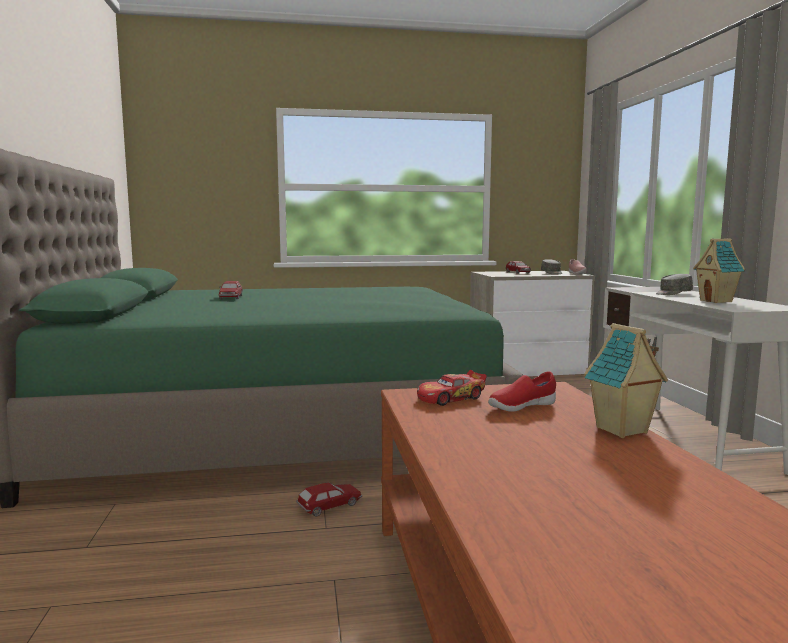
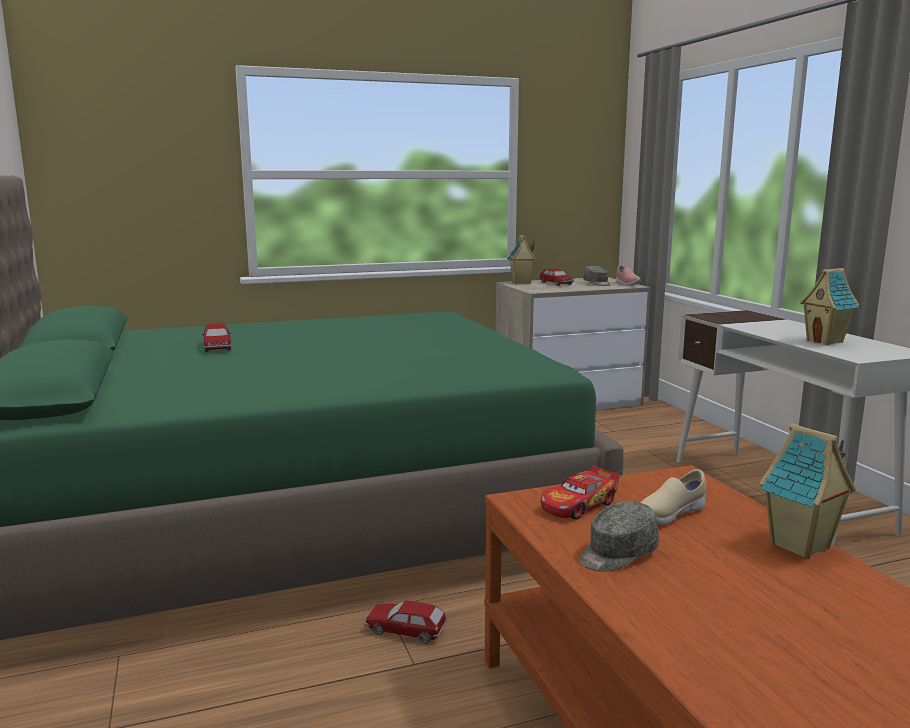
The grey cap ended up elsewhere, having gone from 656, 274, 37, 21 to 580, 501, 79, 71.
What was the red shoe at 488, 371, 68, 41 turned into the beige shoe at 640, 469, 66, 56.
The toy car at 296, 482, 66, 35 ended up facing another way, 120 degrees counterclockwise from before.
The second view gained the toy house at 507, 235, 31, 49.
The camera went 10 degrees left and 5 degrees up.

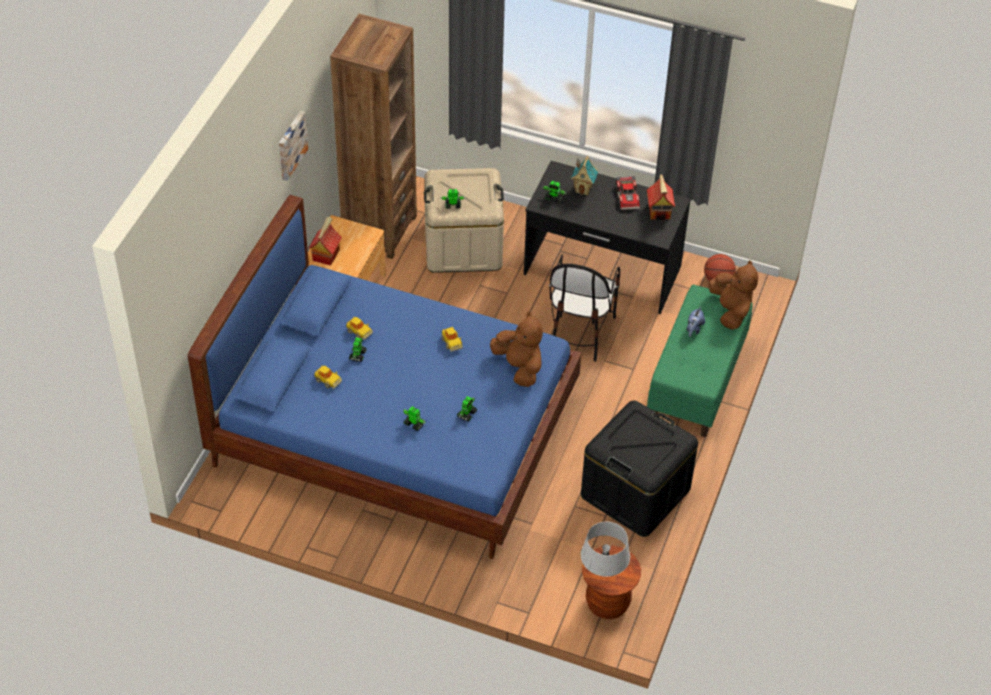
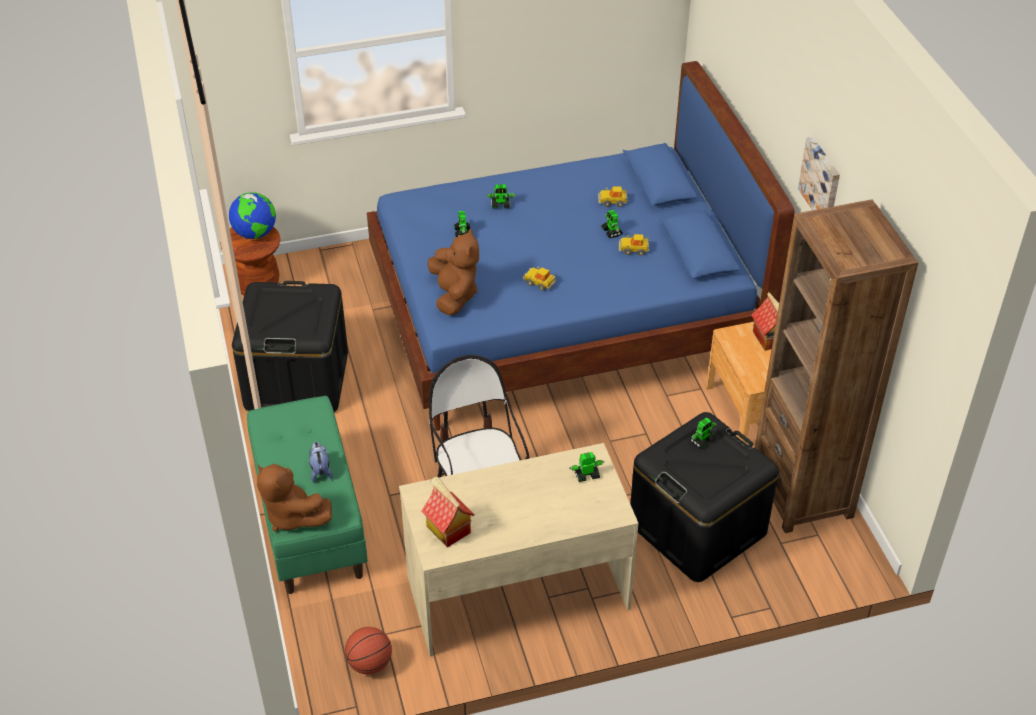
The second view lost the toy house at 571, 156, 27, 40.
What was the black desk at 524, 161, 167, 153 turned into the beige desk at 399, 443, 239, 213.
What was the beige storage box at 424, 168, 80, 105 turned into the black storage box at 630, 412, 149, 170.
The second view lost the toy car at 616, 176, 24, 34.
The brown plush toy at 490, 312, 53, 75 ended up facing another way, 120 degrees counterclockwise from before.
Where the grey table lamp stood at 581, 522, 49, 55, the globe came to stand at 229, 192, 47, 47.
The camera went 145 degrees right and 5 degrees down.

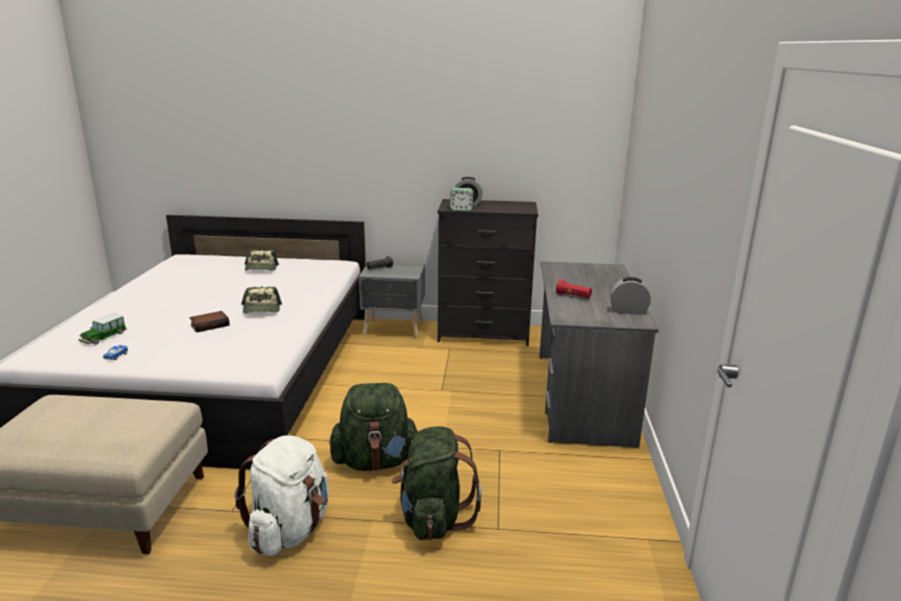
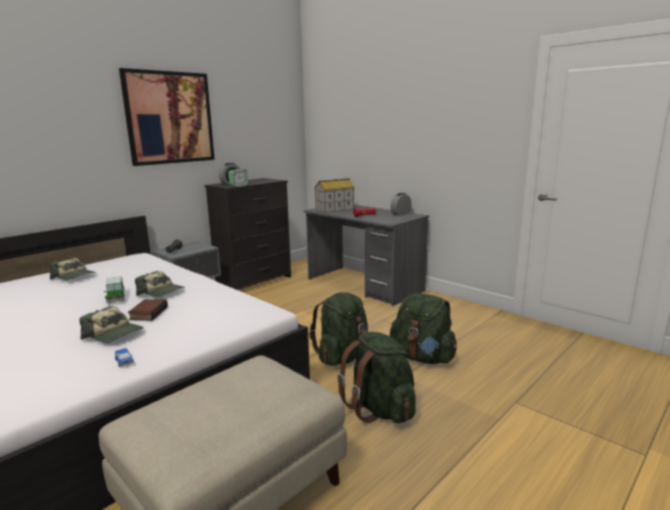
The toy car ended up elsewhere, having gone from 78, 313, 49, 32 to 104, 276, 21, 27.
What was the white backpack at 235, 435, 94, 121 turned into the green backpack at 337, 332, 79, 91.
The second view gained the picture at 119, 68, 96, 98.
The second view gained the toy house at 314, 178, 41, 35.
The second view gained the cap at 80, 306, 64, 37.
The camera went 50 degrees left and 5 degrees down.

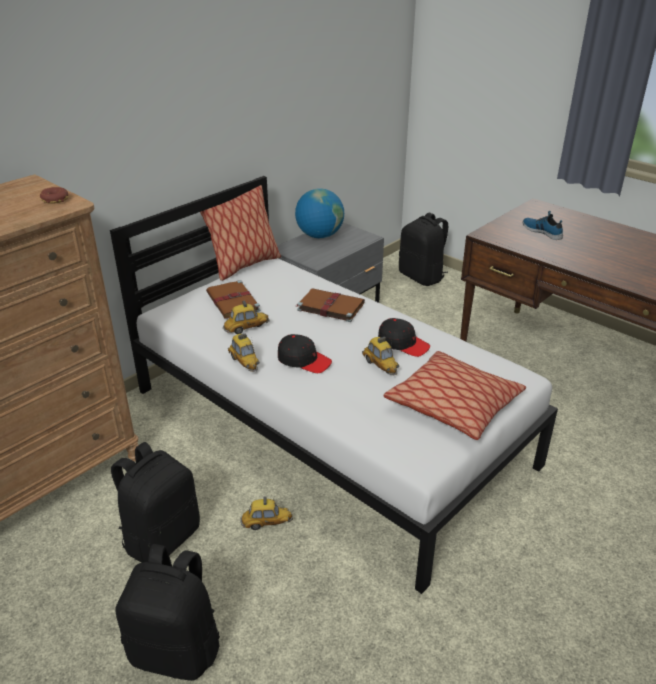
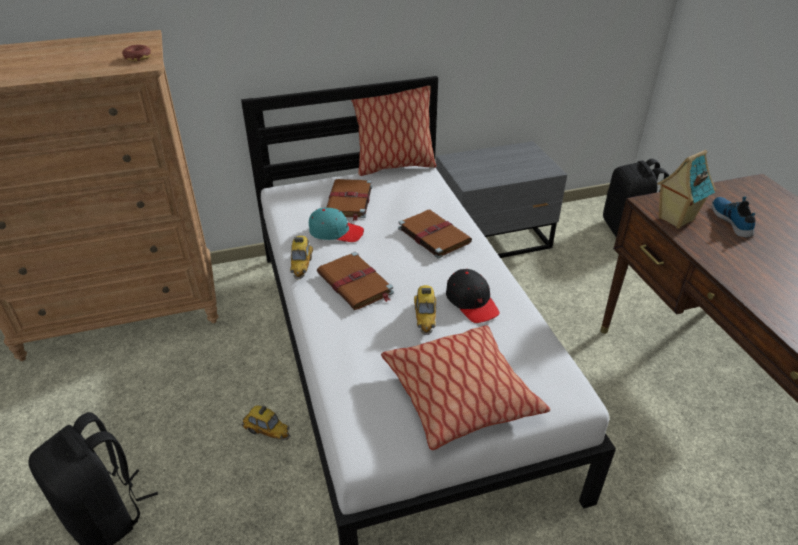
The second view lost the globe at 295, 188, 49, 50.
Where the toy car stood at 223, 301, 47, 33, the turquoise cap came to stand at 309, 208, 55, 34.
Where the black cap stood at 278, 334, 54, 39, the brown book came to stand at 317, 252, 77, 58.
The second view lost the black backpack at 111, 442, 89, 121.
The second view gained the toy house at 657, 150, 59, 79.
The camera went 30 degrees right and 5 degrees up.

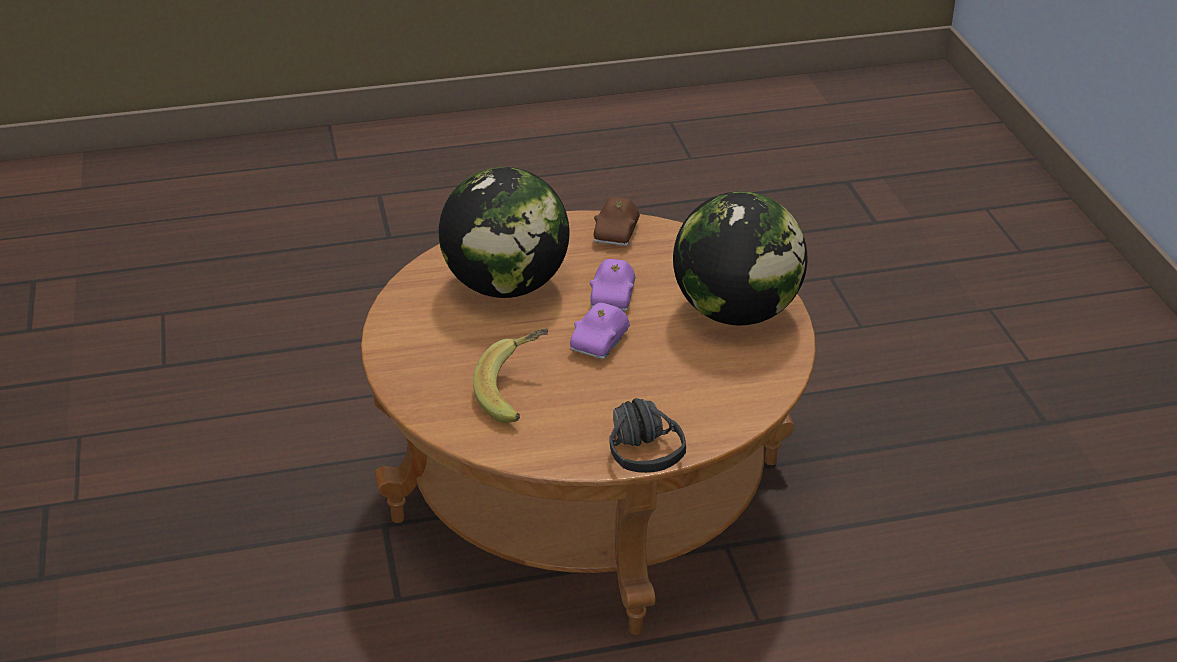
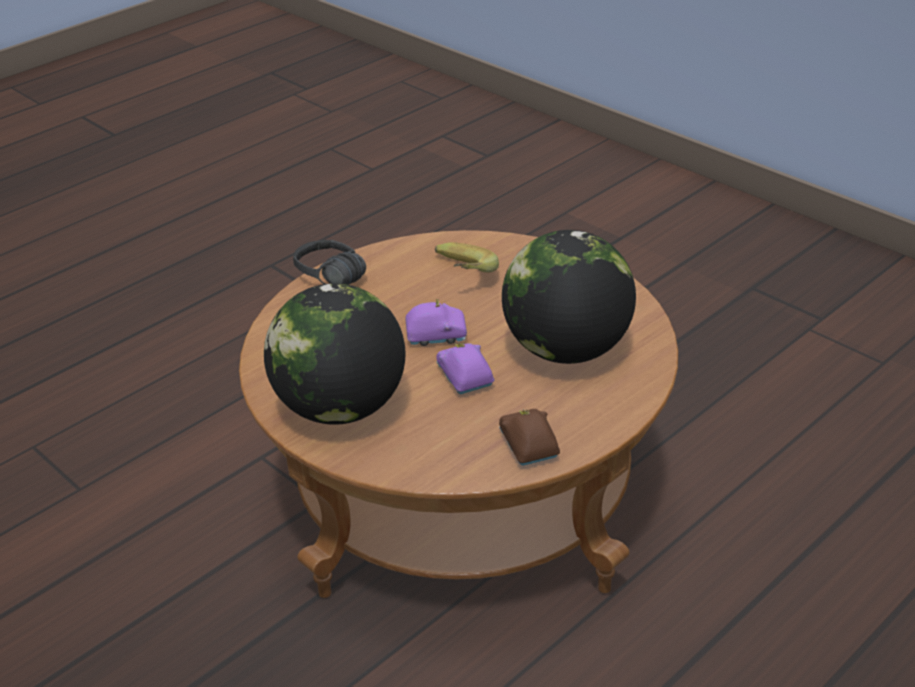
The purple toy car at 570, 303, 60, 57 ended up facing another way, 90 degrees clockwise from before.
The camera went 150 degrees right and 0 degrees up.

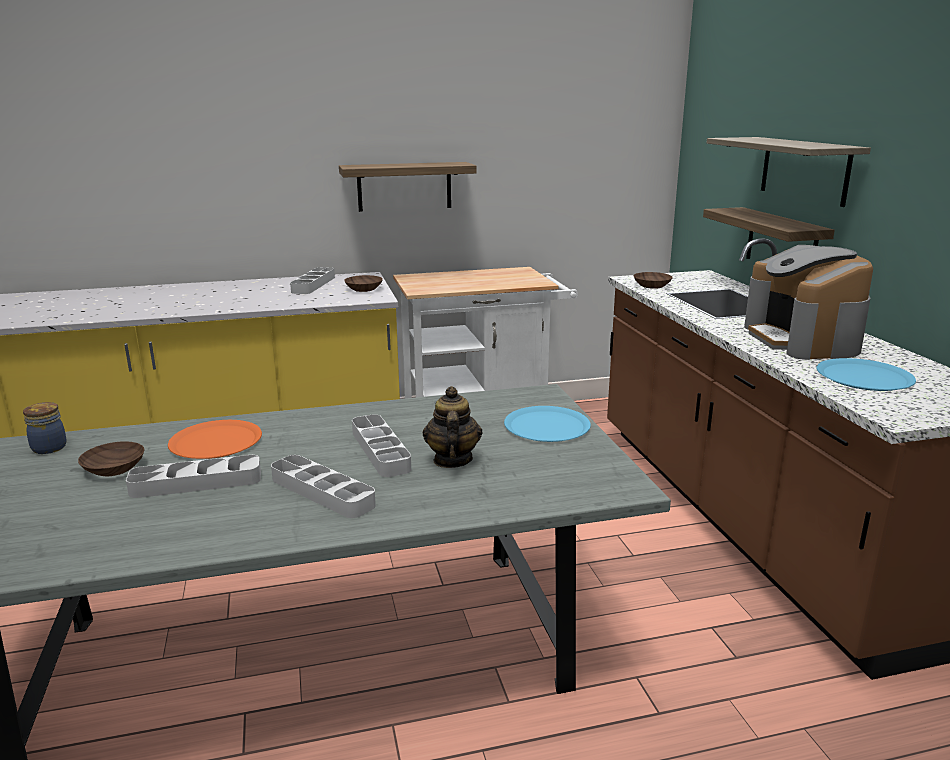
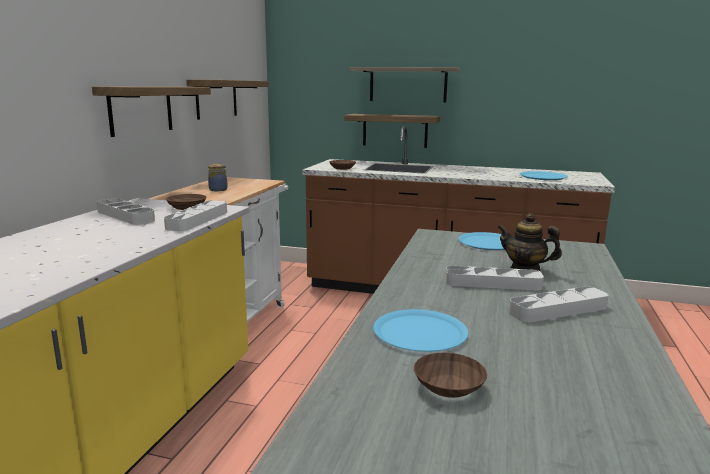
The second view lost the coffee machine at 744, 245, 129, 115.
The jar ended up elsewhere, having gone from 23, 402, 43, 52 to 208, 164, 20, 27.
What was the orange plate at 168, 420, 94, 39 turned into the blue plate at 373, 309, 95, 43.
The grey tray ended up elsewhere, having gone from 126, 455, 135, 43 to 164, 200, 63, 31.
The second view gained the shelf at 186, 80, 83, 40.
The camera went 60 degrees left and 5 degrees down.

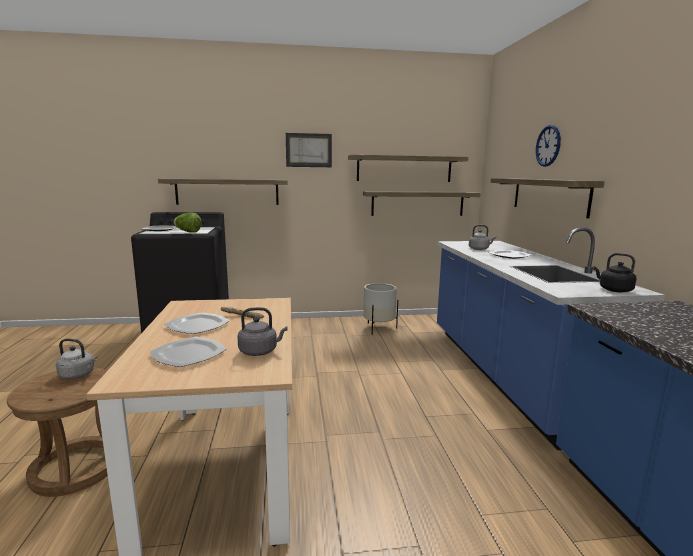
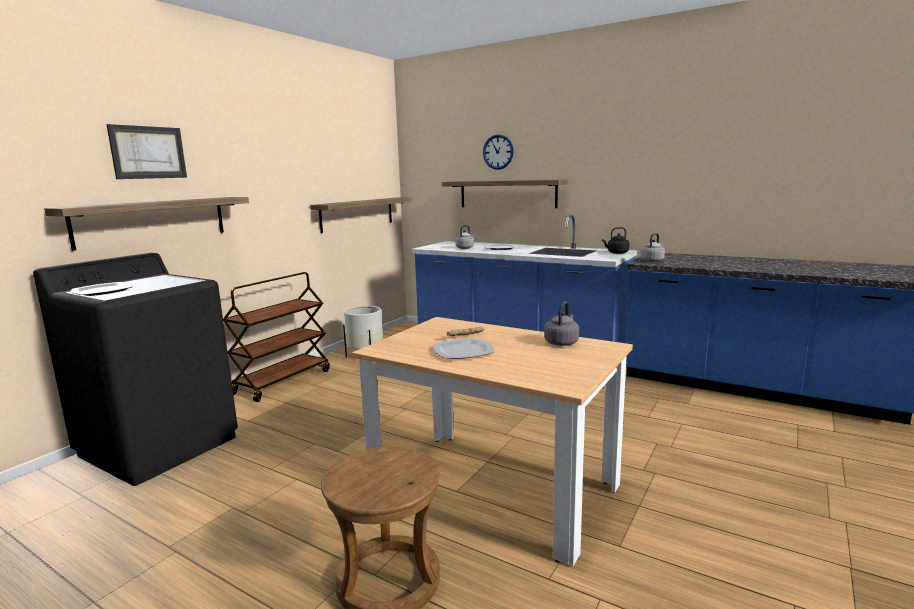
The picture ended up elsewhere, having gone from 286, 133, 46, 34 to 106, 124, 81, 55.
The second view lost the shelf at 348, 155, 120, 27.
The second view lost the lettuce at 173, 213, 29, 19.
The second view lost the plate at 150, 337, 77, 30.
The grey kettle ended up elsewhere, having gone from 56, 339, 41, 40 to 641, 233, 24, 29.
The second view gained the brown cart at 223, 272, 107, 130.
The camera went 50 degrees left and 0 degrees up.

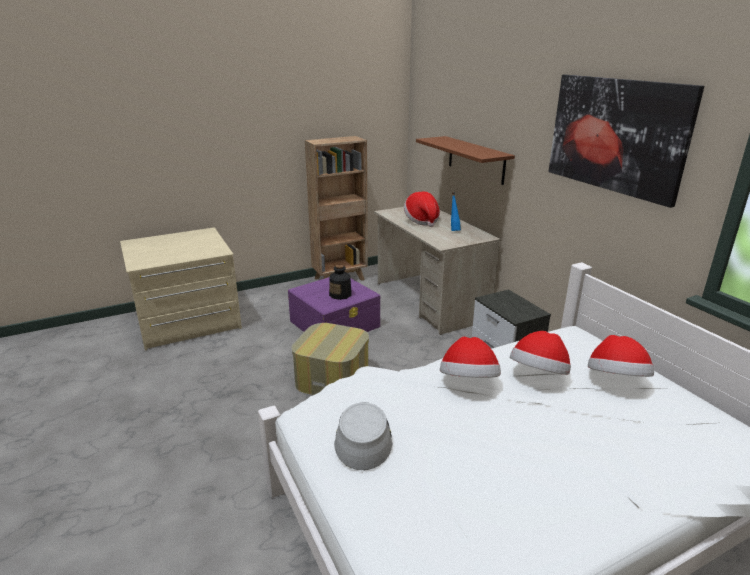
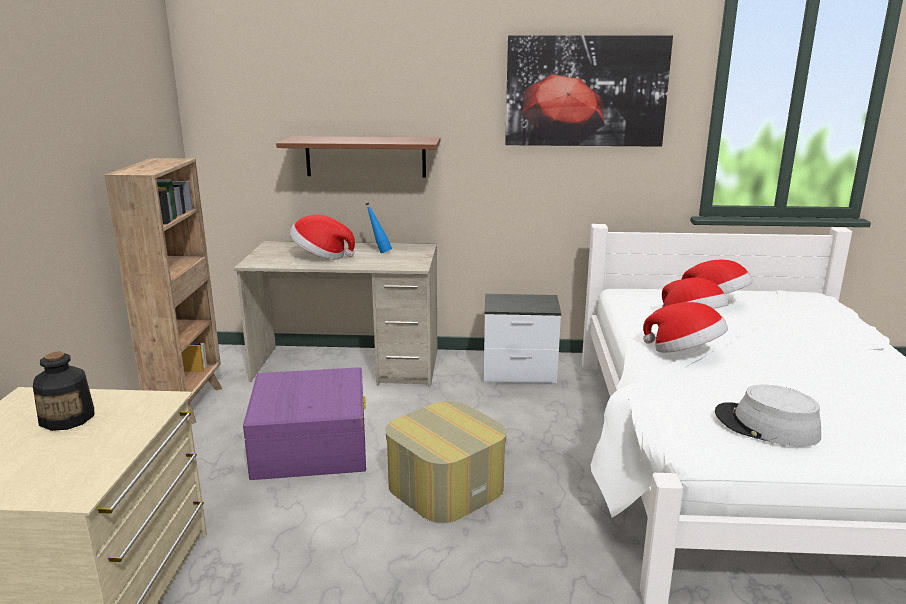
The bottle ended up elsewhere, having gone from 329, 265, 23, 35 to 33, 352, 61, 79.
The camera went 60 degrees left and 5 degrees down.

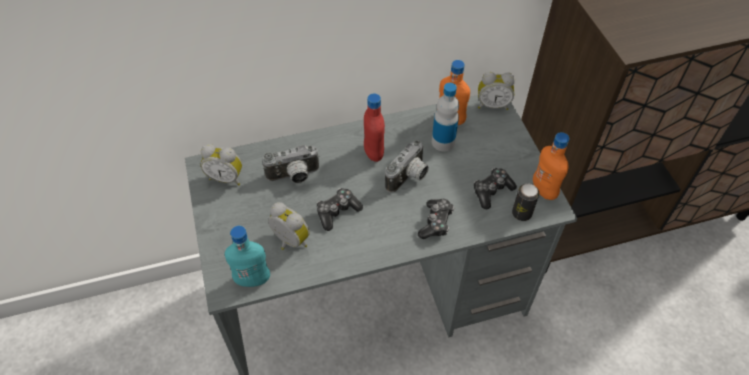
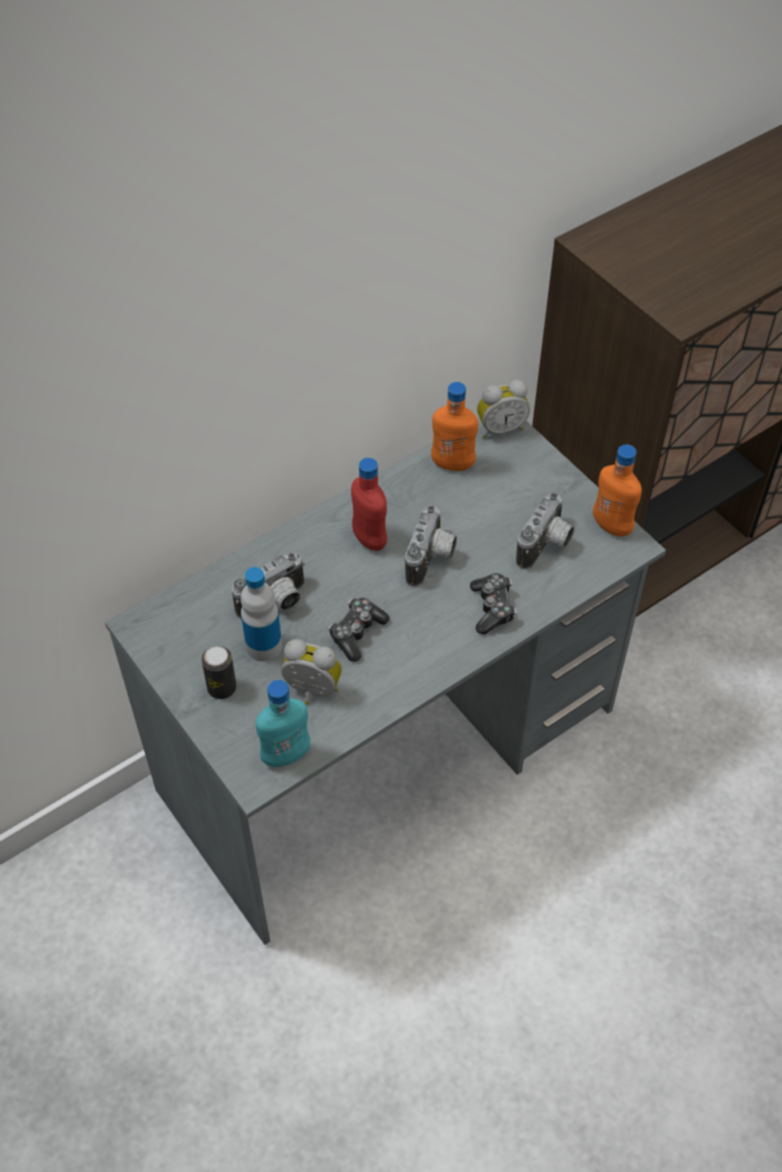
The bottle ended up elsewhere, having gone from 432, 83, 27, 68 to 241, 567, 41, 95.
The second view lost the alarm clock at 200, 144, 42, 42.
Where the game controller stood at 474, 168, 43, 41, the photo camera came to stand at 516, 493, 58, 76.
The can ended up elsewhere, having gone from 512, 184, 27, 37 to 201, 646, 36, 53.
The camera went 20 degrees left and 0 degrees up.

